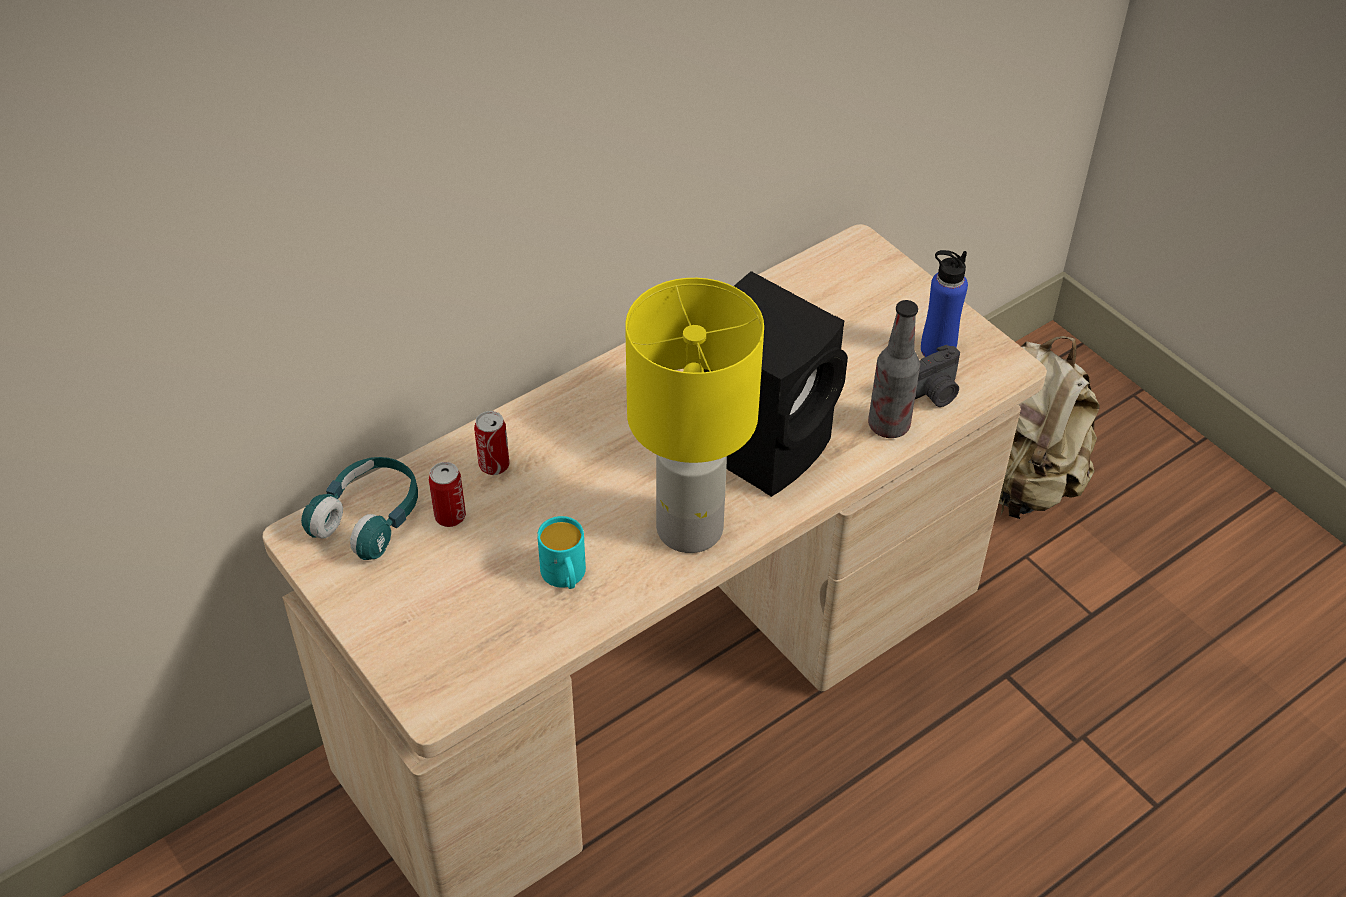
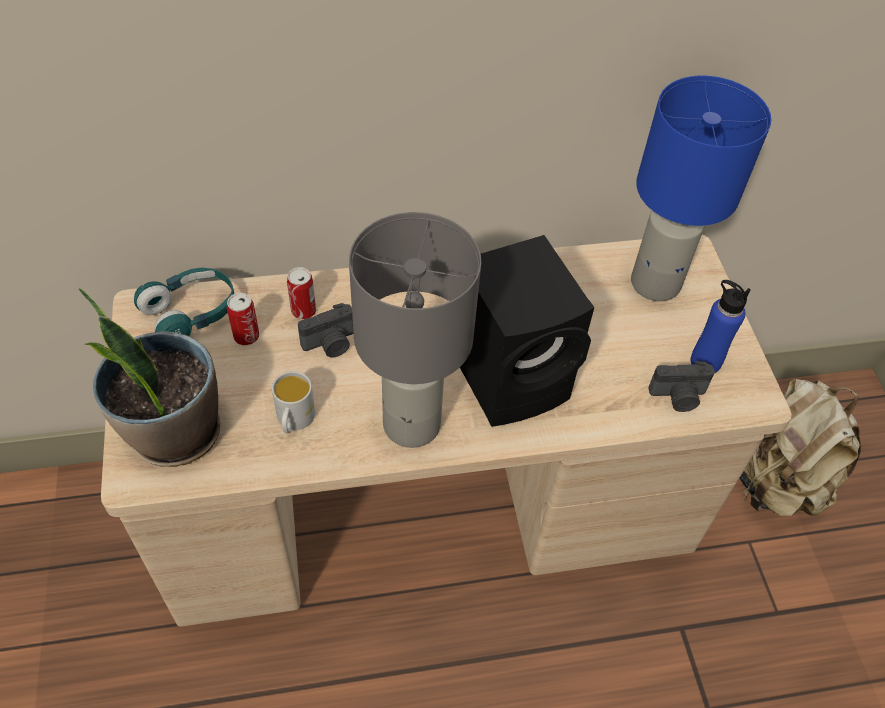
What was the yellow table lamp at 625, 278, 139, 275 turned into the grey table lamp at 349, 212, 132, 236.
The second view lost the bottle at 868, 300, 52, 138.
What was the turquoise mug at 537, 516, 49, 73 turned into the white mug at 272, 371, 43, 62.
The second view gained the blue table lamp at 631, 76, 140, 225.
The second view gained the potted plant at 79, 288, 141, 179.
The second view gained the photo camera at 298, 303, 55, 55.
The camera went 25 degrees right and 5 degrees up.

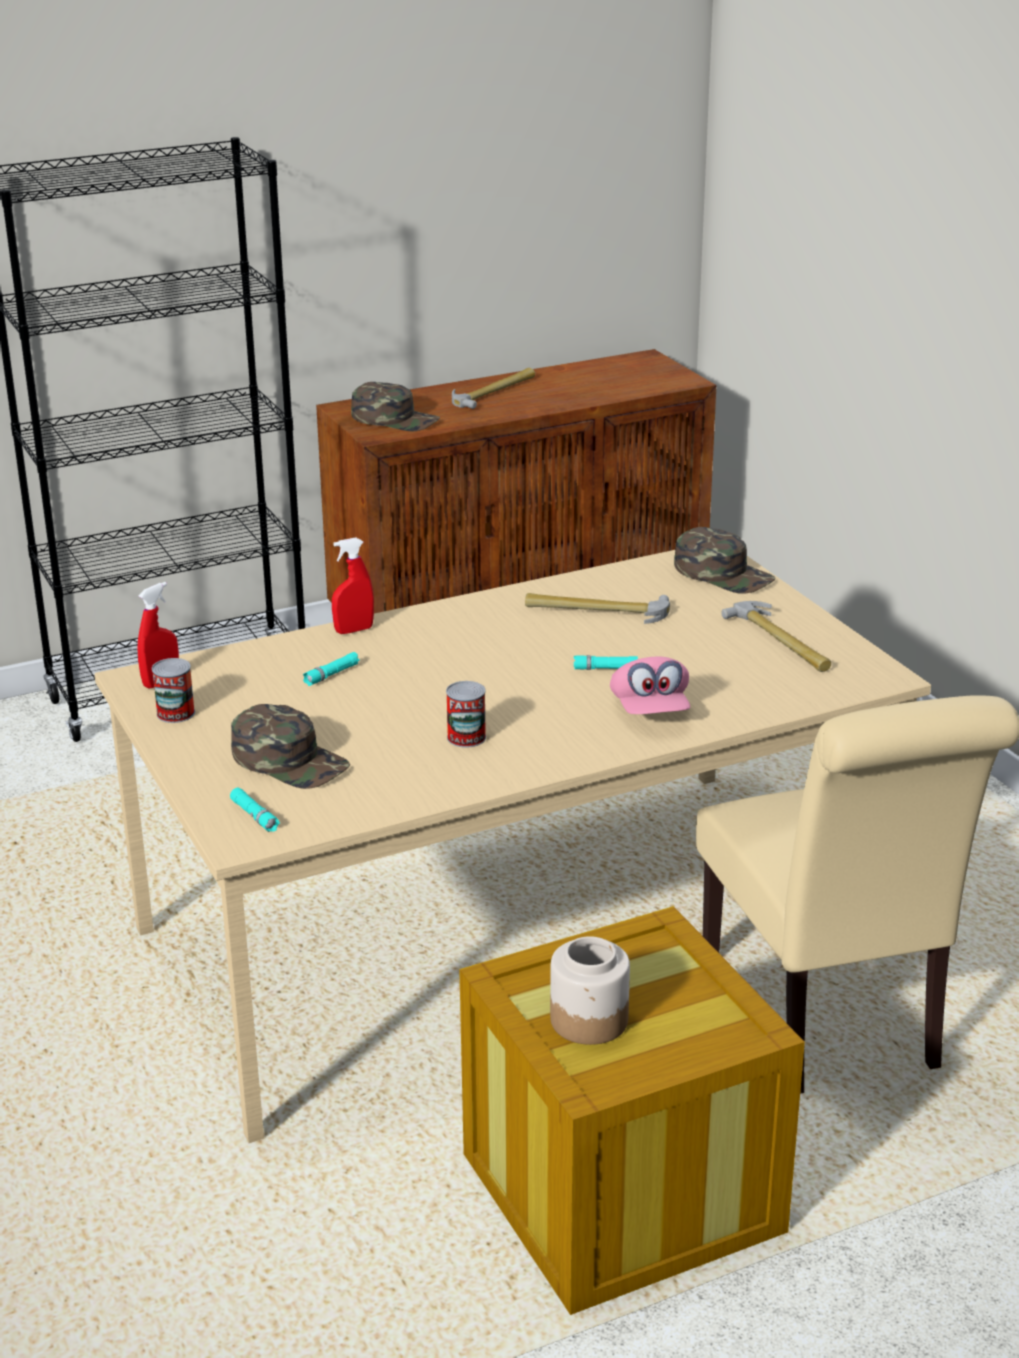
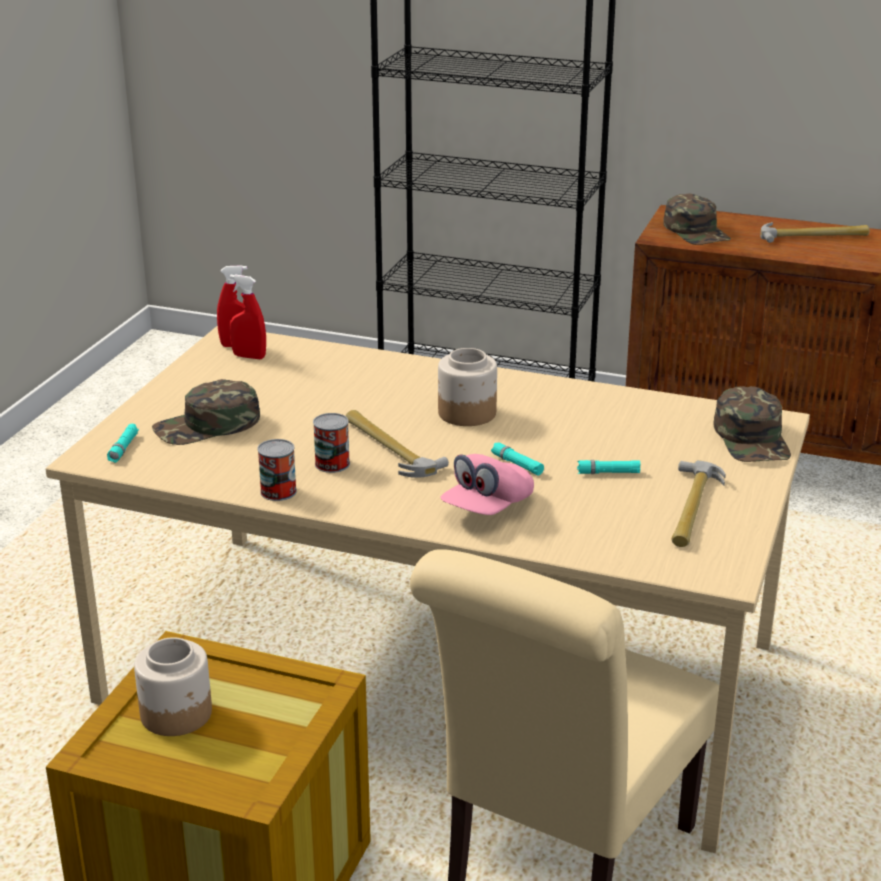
The red spray bottle ended up elsewhere, having gone from 332, 538, 42, 96 to 229, 274, 37, 85.
The hammer ended up elsewhere, having gone from 525, 593, 145, 31 to 346, 410, 103, 68.
The turquoise flashlight ended up elsewhere, having gone from 303, 652, 57, 34 to 577, 460, 64, 14.
The can ended up elsewhere, having gone from 152, 658, 43, 65 to 257, 439, 40, 62.
The green cap at 231, 704, 119, 85 ended up facing another way, 75 degrees clockwise from before.
The second view gained the jar at 438, 348, 59, 78.
The camera went 45 degrees right and 0 degrees up.

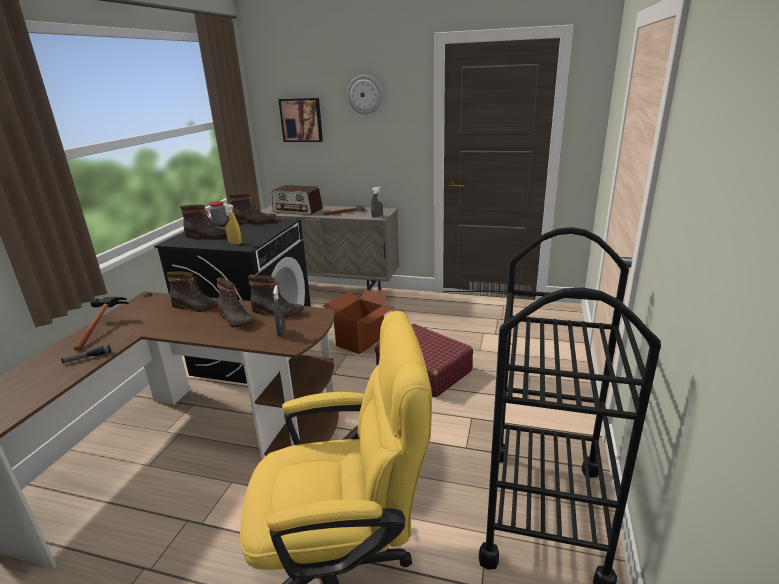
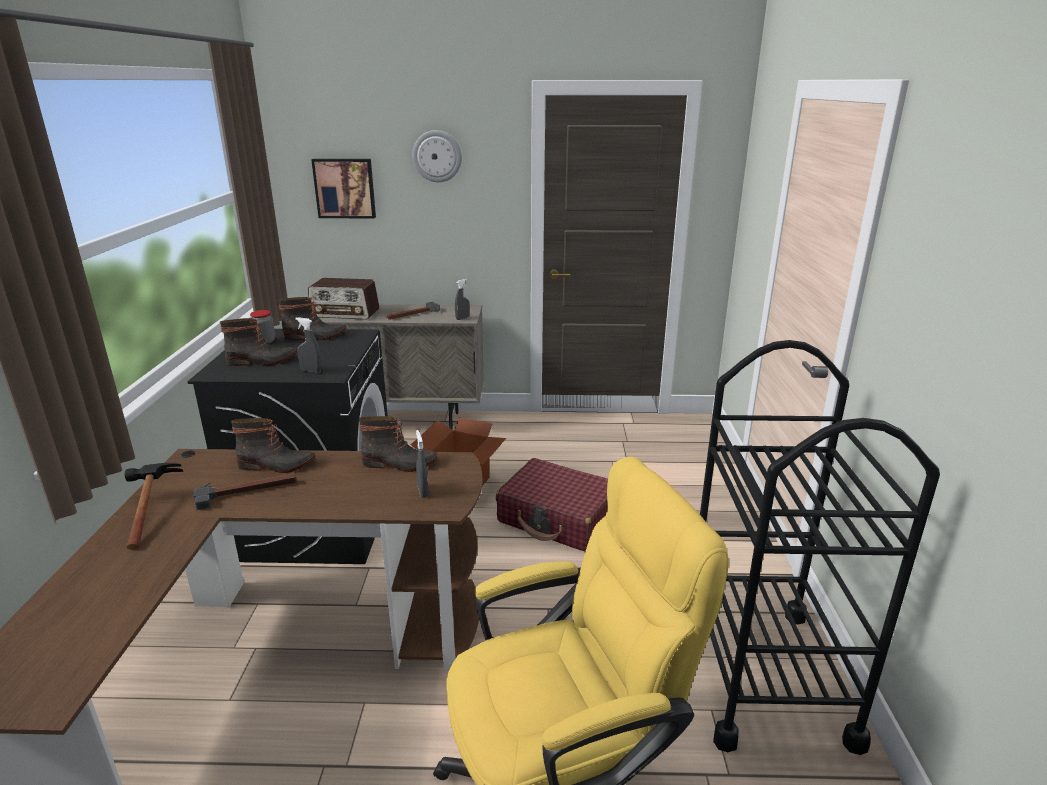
What was the yellow spray bottle at 223, 204, 19, 40 turned into the grey spray bottle at 295, 317, 27, 56.
The second view lost the boot at 217, 278, 38, 50.
The second view lost the flashlight at 61, 344, 50, 19.
The second view gained the hammer at 193, 473, 104, 37.
The camera went 15 degrees left and 0 degrees up.

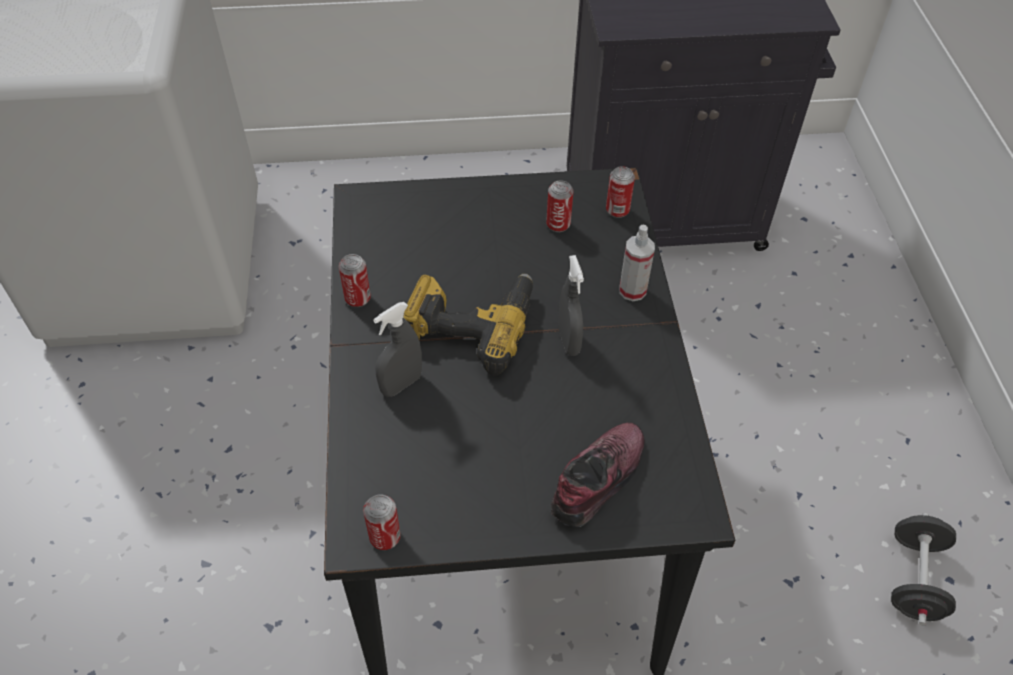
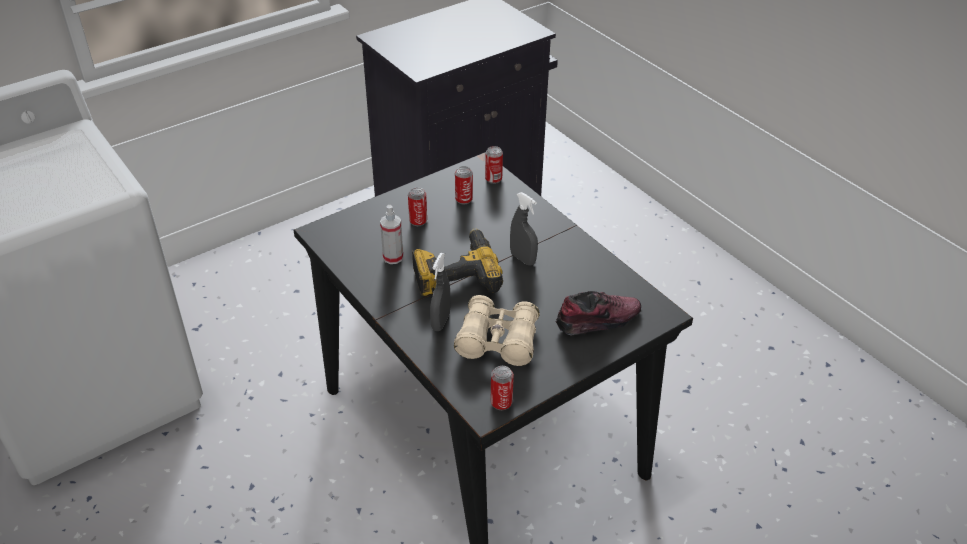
The spray bottle ended up elsewhere, having gone from 619, 224, 36, 77 to 380, 205, 23, 59.
The can ended up elsewhere, having gone from 339, 254, 32, 53 to 408, 187, 19, 39.
The shoe at 551, 422, 94, 105 ended up facing another way, 60 degrees clockwise from before.
The second view lost the black dumbbell at 891, 513, 65, 112.
The second view gained the beige binoculars at 454, 295, 86, 71.
The camera went 30 degrees left and 10 degrees down.

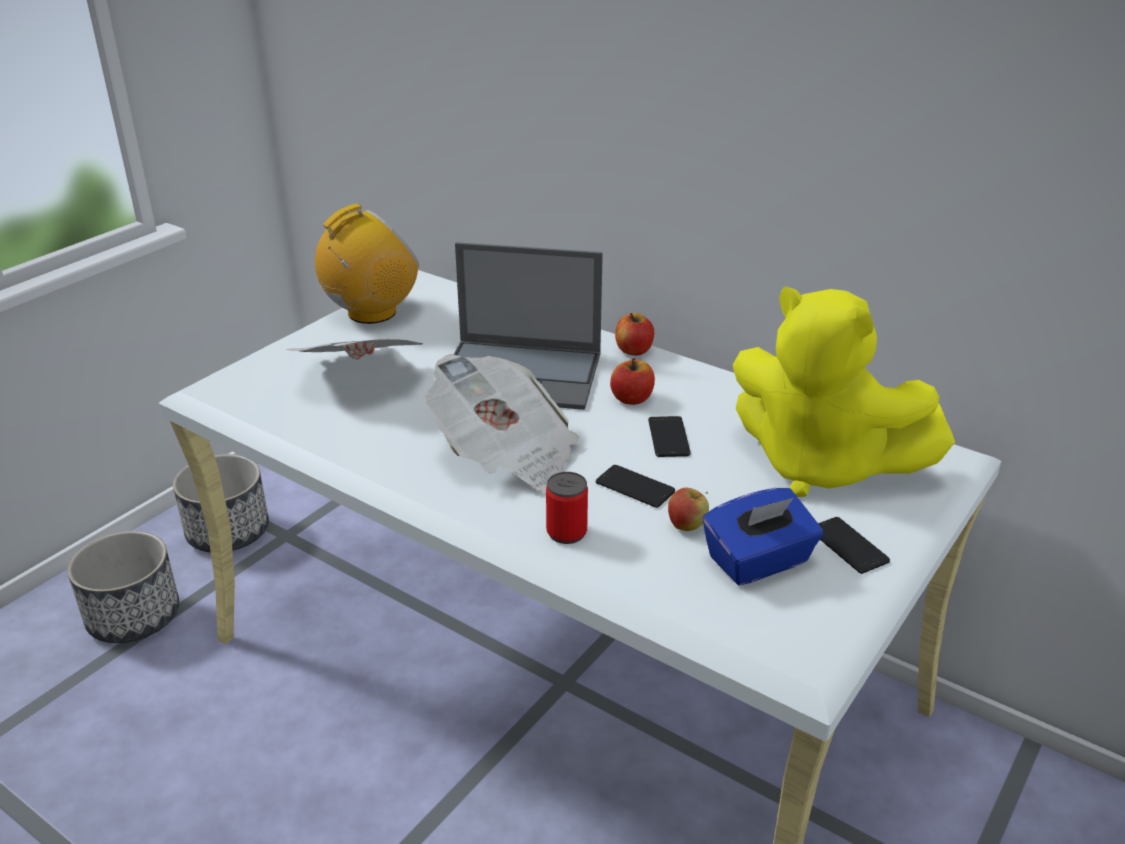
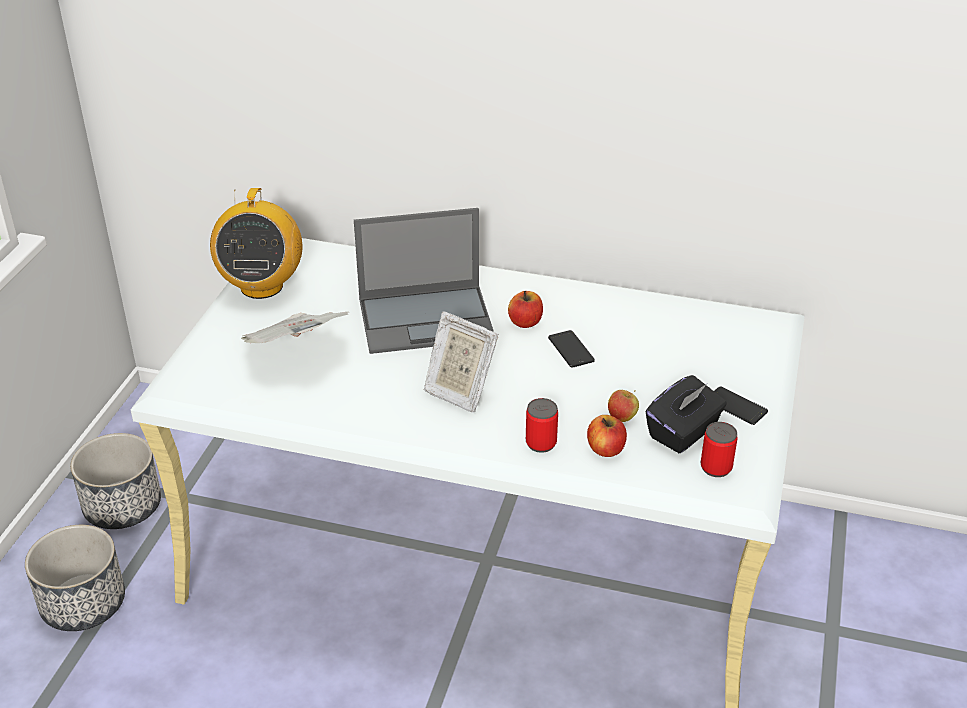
The radio at 315, 204, 104, 120 ended up facing another way, 150 degrees clockwise from before.
The second view lost the yellow plush toy at 733, 286, 222, 211.
The apple ended up elsewhere, having gone from 615, 313, 39, 43 to 587, 415, 40, 42.
Where the newspaper stood at 425, 354, 154, 138, the picture frame came to stand at 424, 311, 74, 102.
The second view lost the phone at 595, 465, 80, 43.
What was the blue tissue box at 703, 488, 120, 97 turned into the black tissue box at 646, 375, 81, 78.
The second view gained the can at 701, 422, 37, 55.
The camera went 20 degrees left and 5 degrees up.

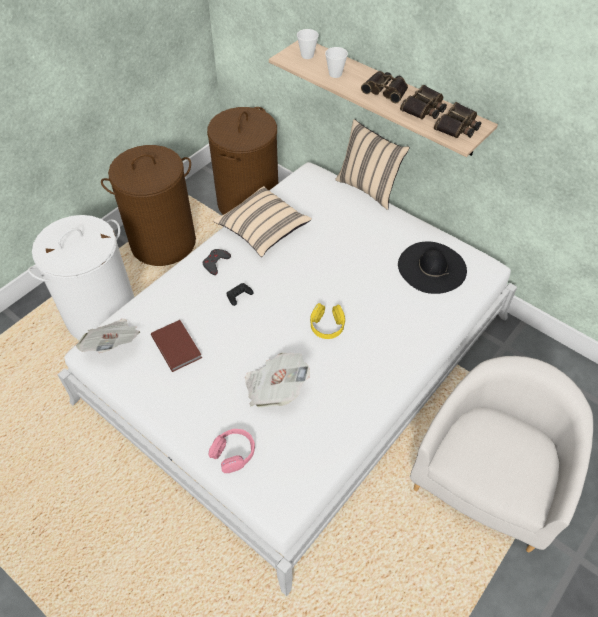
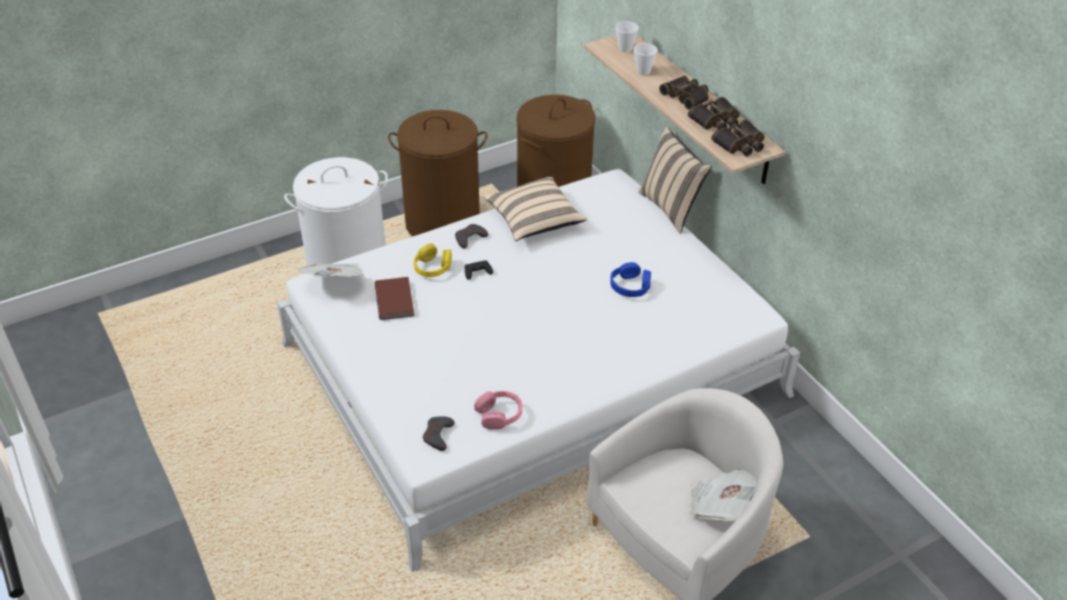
The second view lost the black hat at 398, 242, 69, 52.
The yellow headphones ended up elsewhere, having gone from 310, 303, 35, 36 to 413, 243, 39, 34.
The newspaper ended up elsewhere, having gone from 245, 353, 65, 54 to 690, 469, 66, 53.
The pink headphones ended up elsewhere, having gone from 208, 429, 47, 44 to 474, 391, 48, 39.
The second view gained the blue headphones at 610, 262, 41, 35.
The second view gained the grey game controller at 423, 416, 31, 35.
The camera went 20 degrees right and 10 degrees down.

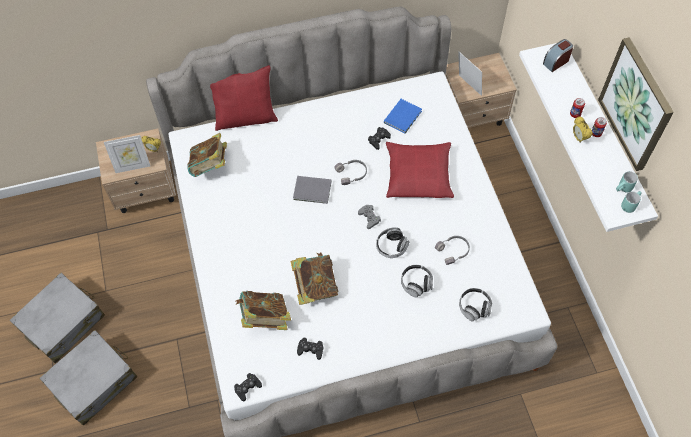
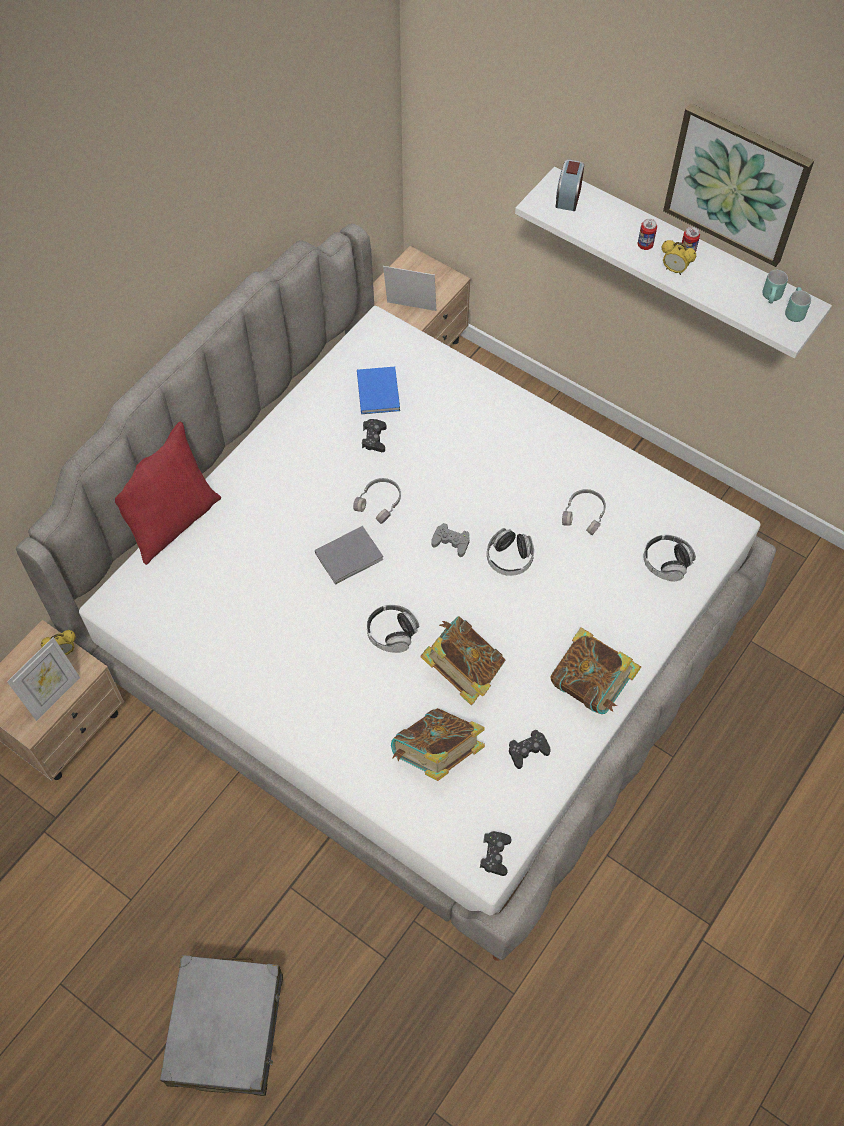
The book ended up elsewhere, having gone from 187, 133, 40, 44 to 550, 627, 91, 87.
The second view lost the red pillow at 386, 142, 68, 56.
The headphones ended up elsewhere, having gone from 401, 265, 32, 32 to 367, 605, 52, 48.
The second view lost the grey suitcase at 10, 273, 95, 90.
The camera went 40 degrees left and 0 degrees up.

